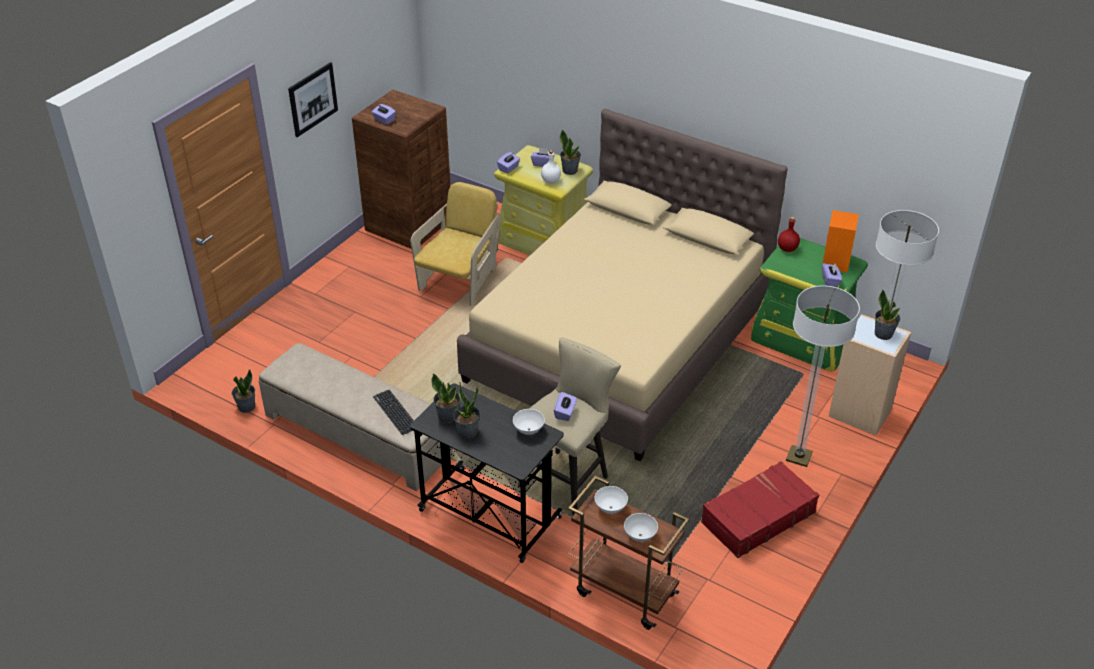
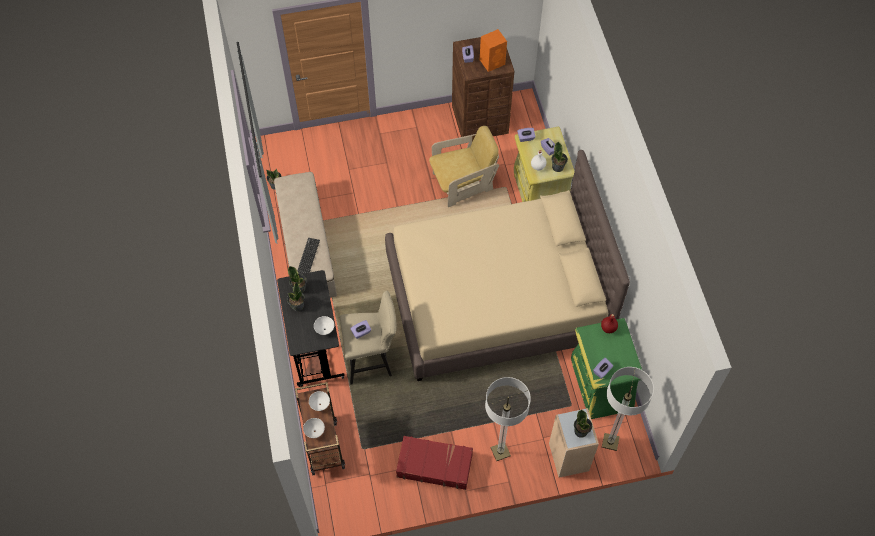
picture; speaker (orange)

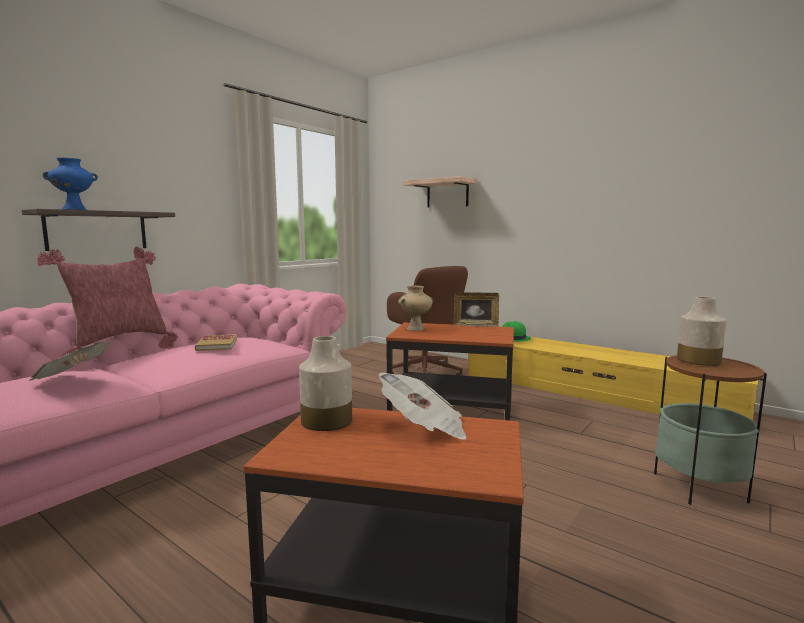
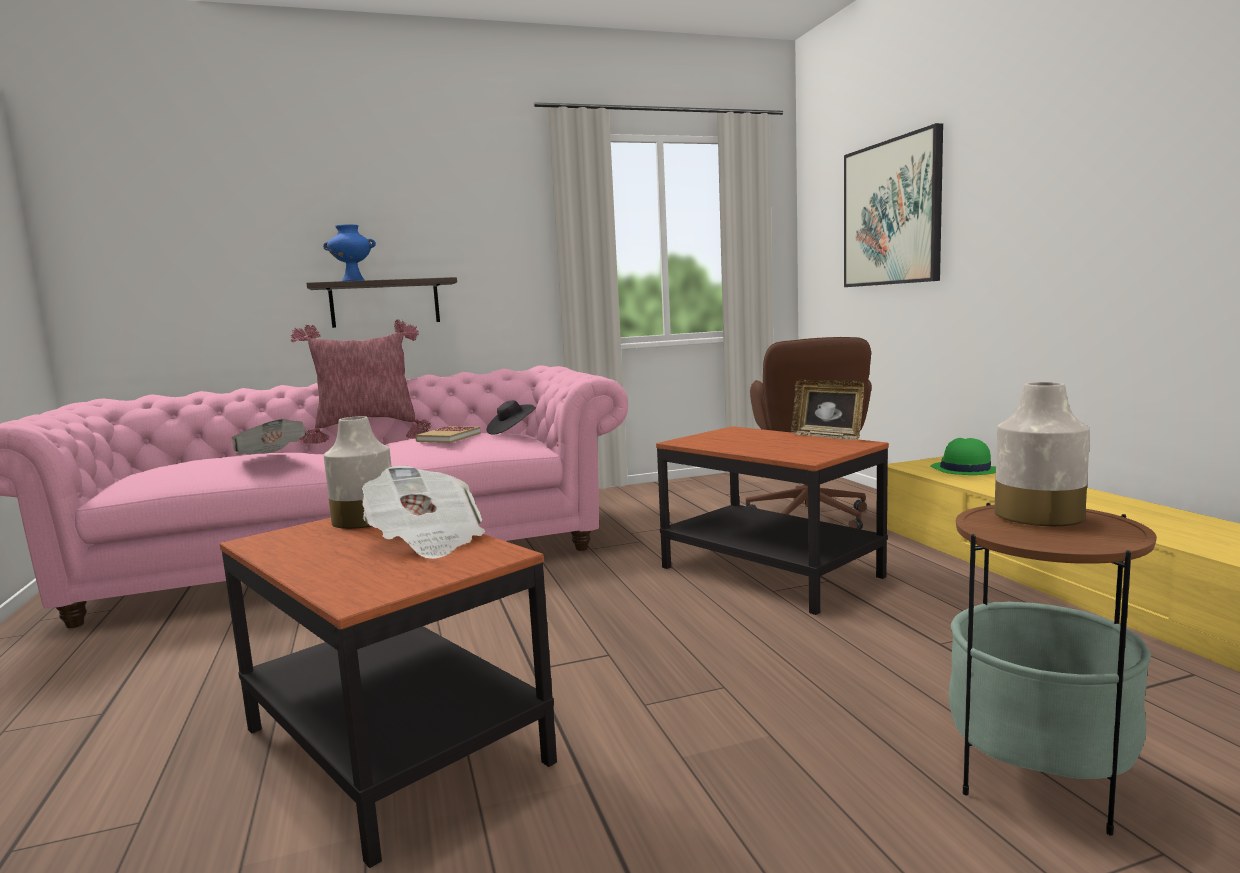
vase (beige) (no. 2 from left in the first image); picture; hat (black)

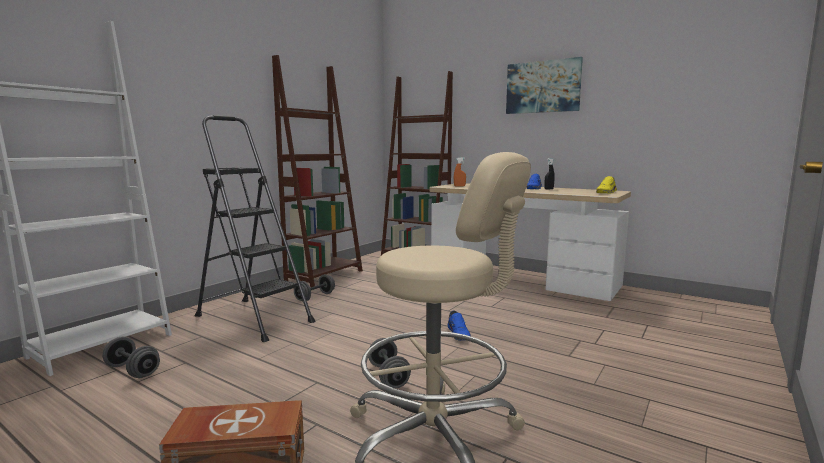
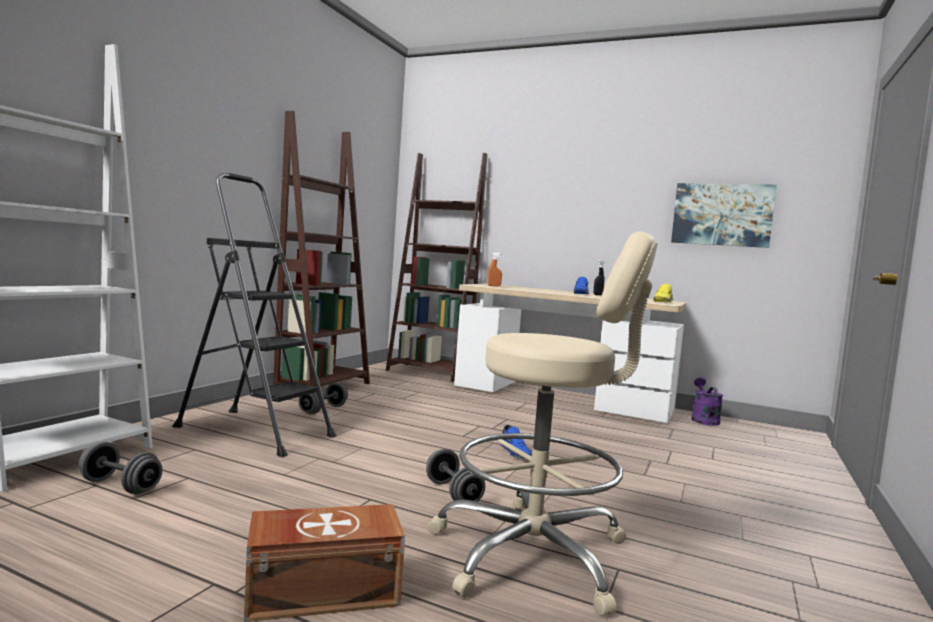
picture; watering can (purple)

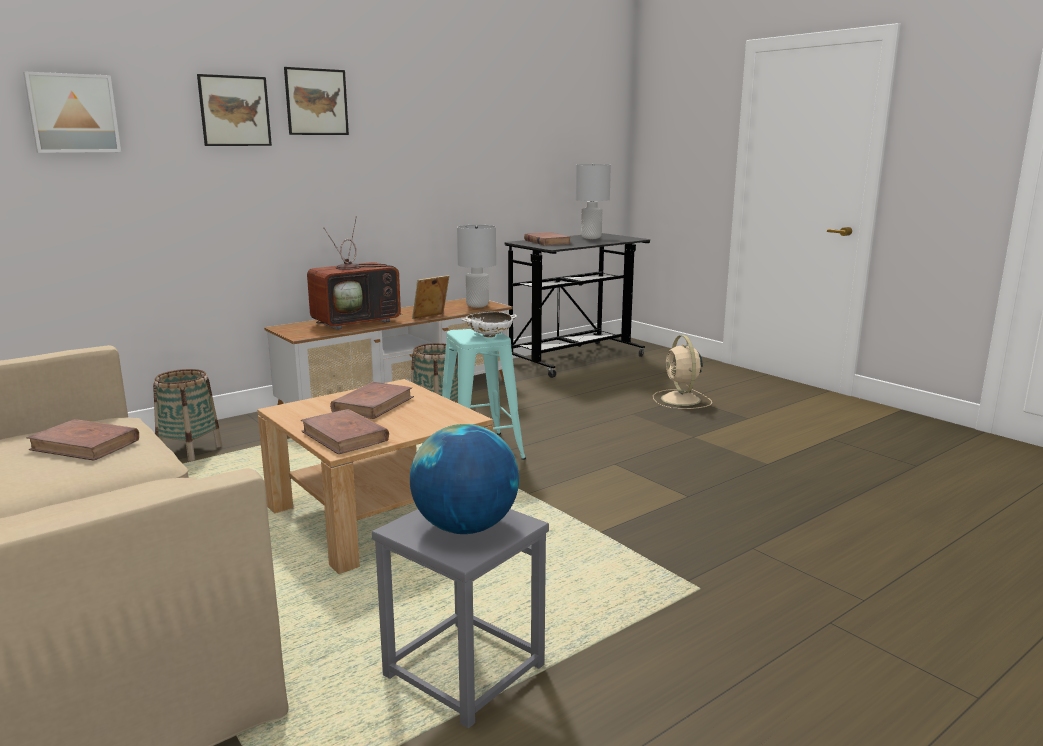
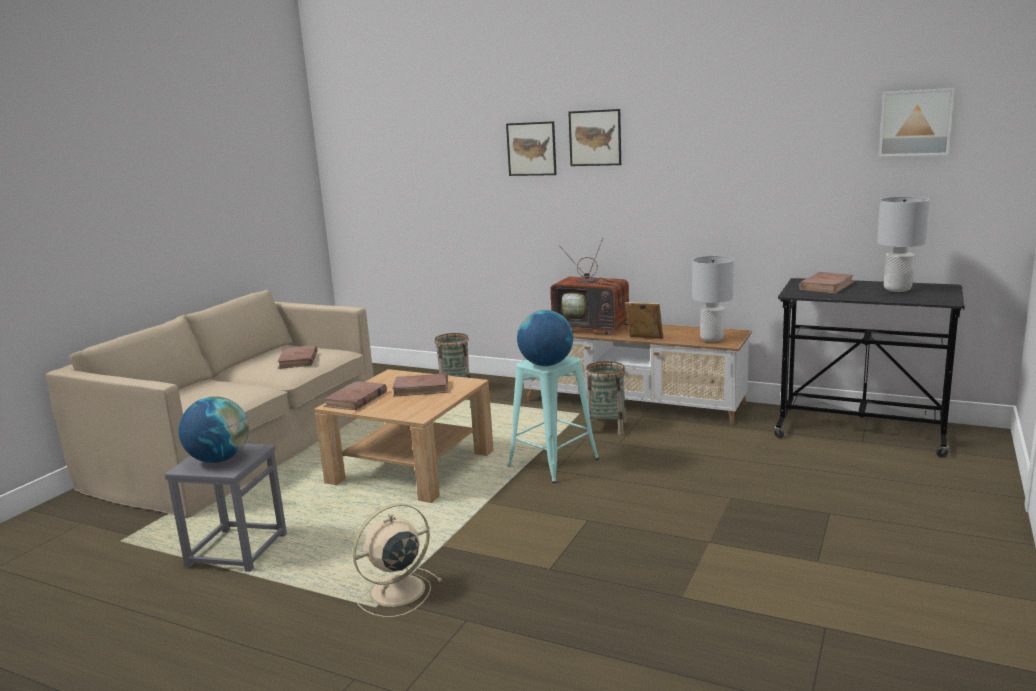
picture (no. 3 from left); globe (no. 2 from left); fan (beige)

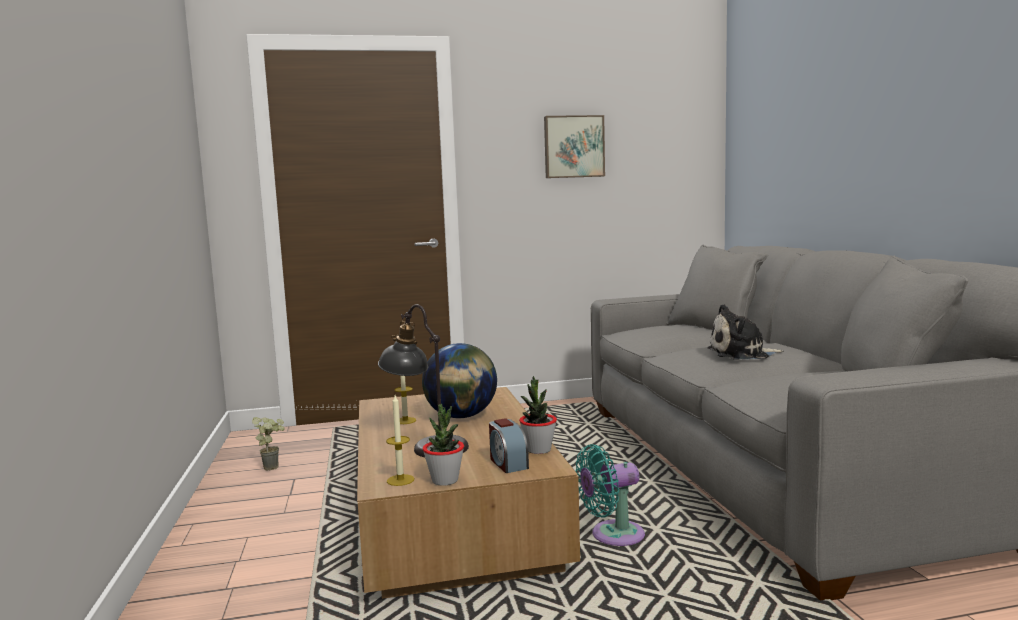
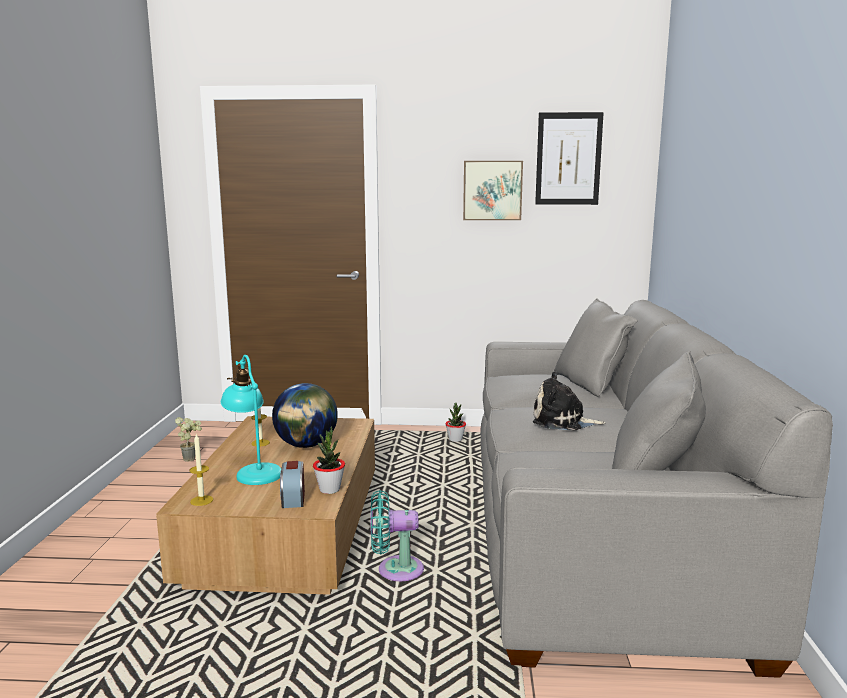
table lamp (turquoise); potted plant (no. 3 from left); picture (no. 2 from left)

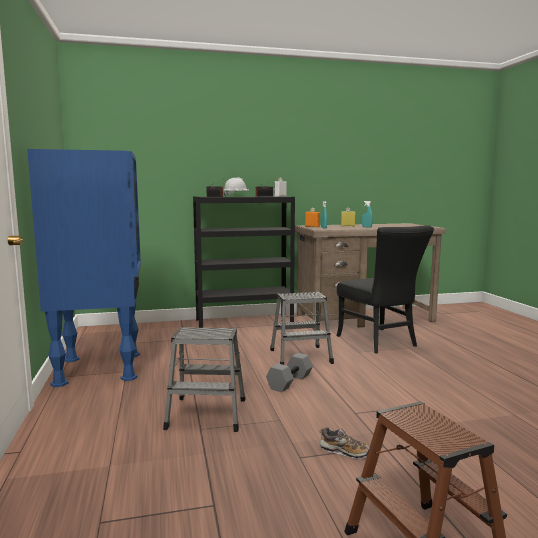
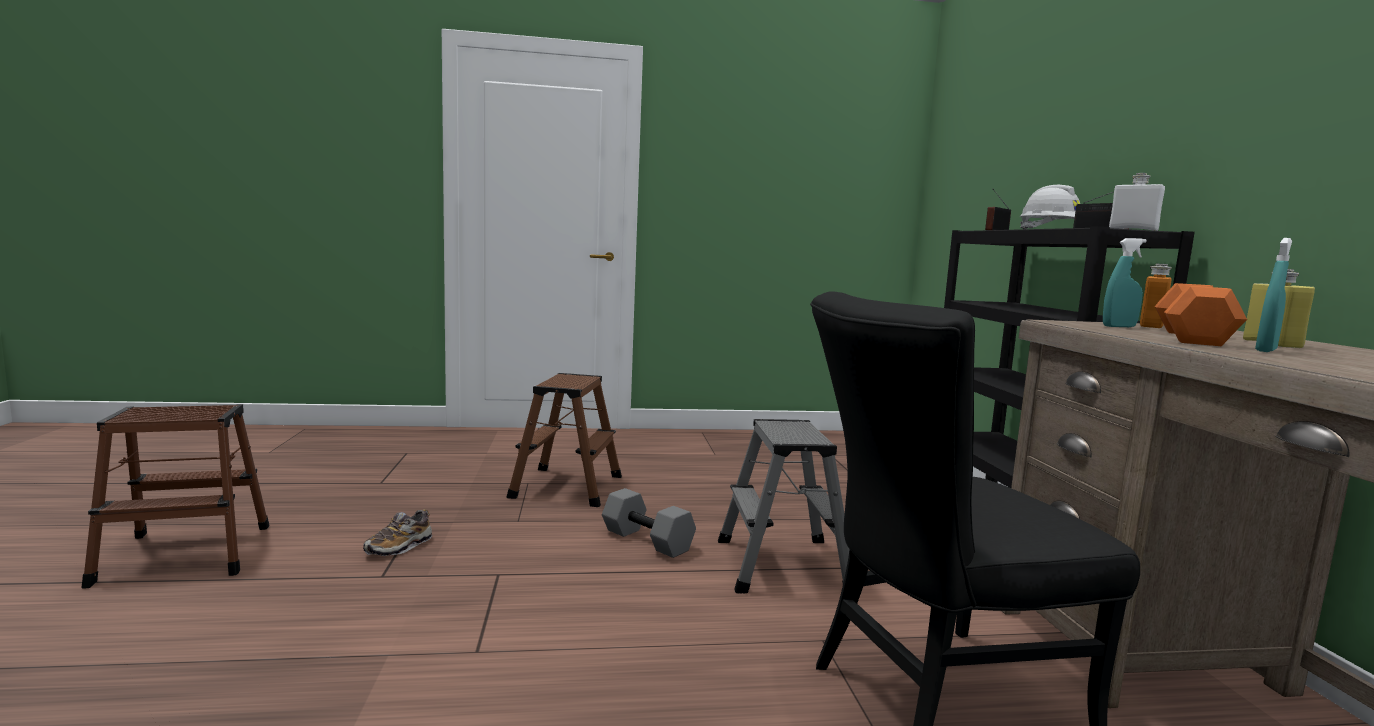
cabinet (blue); step ladder (brown) (no. 2 from left); dumbbell (orange)

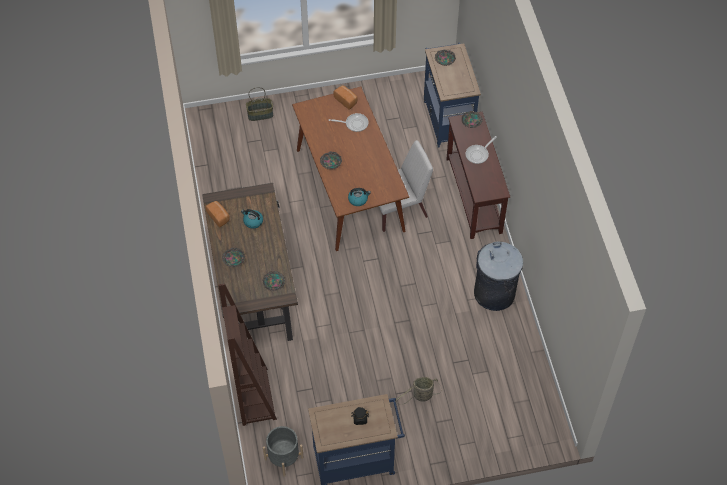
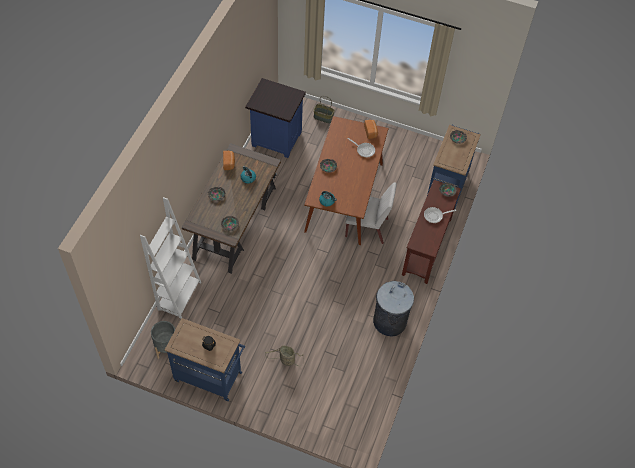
bookcase (white); cabinet (blue)

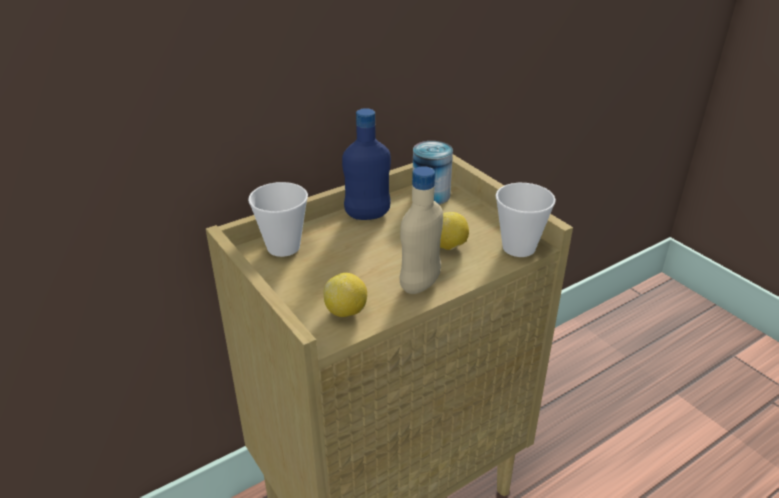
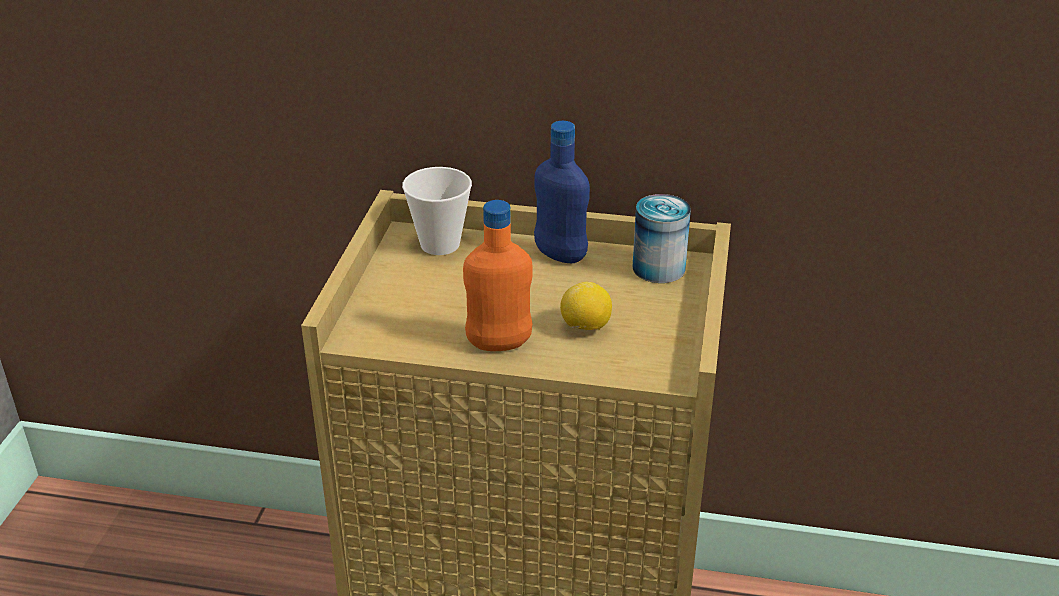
lemon (no. 1 from left in the first image); bottle (orange); cup (no. 2 from left in the first image)

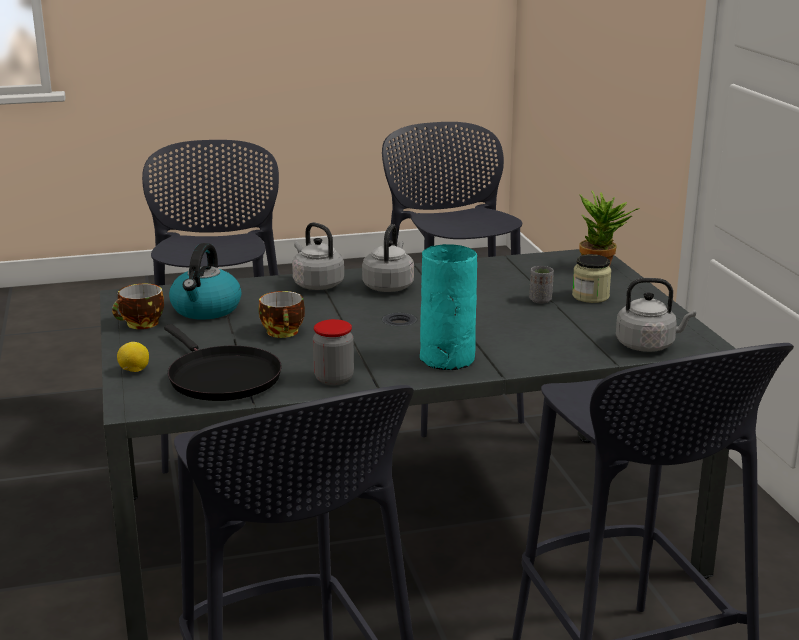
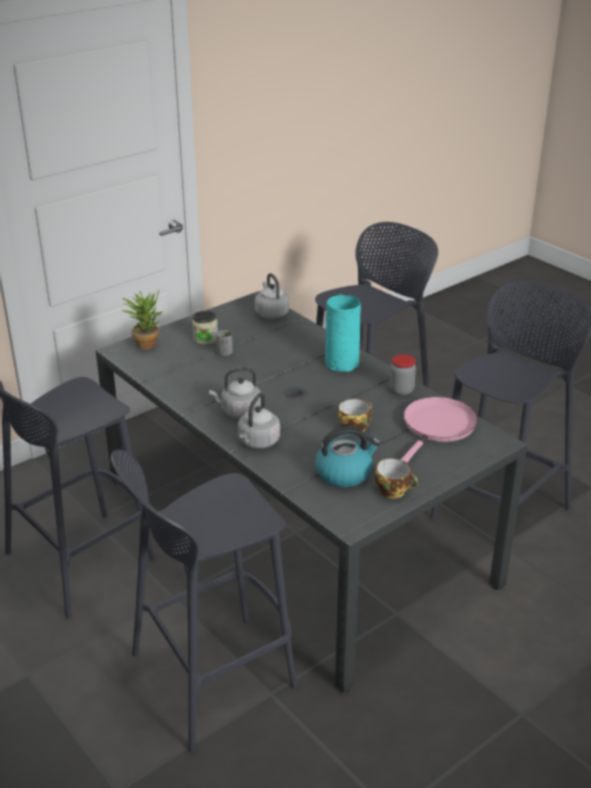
lemon; frying pan (pink)

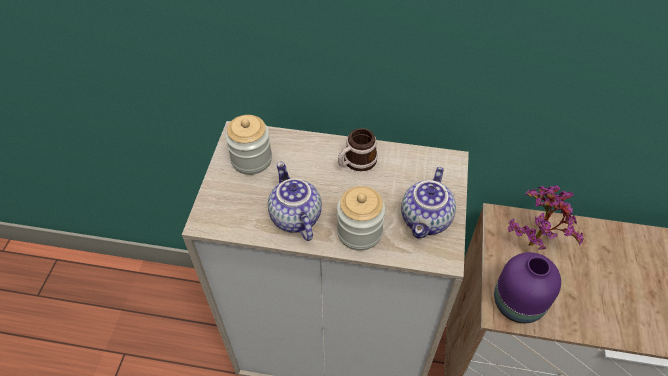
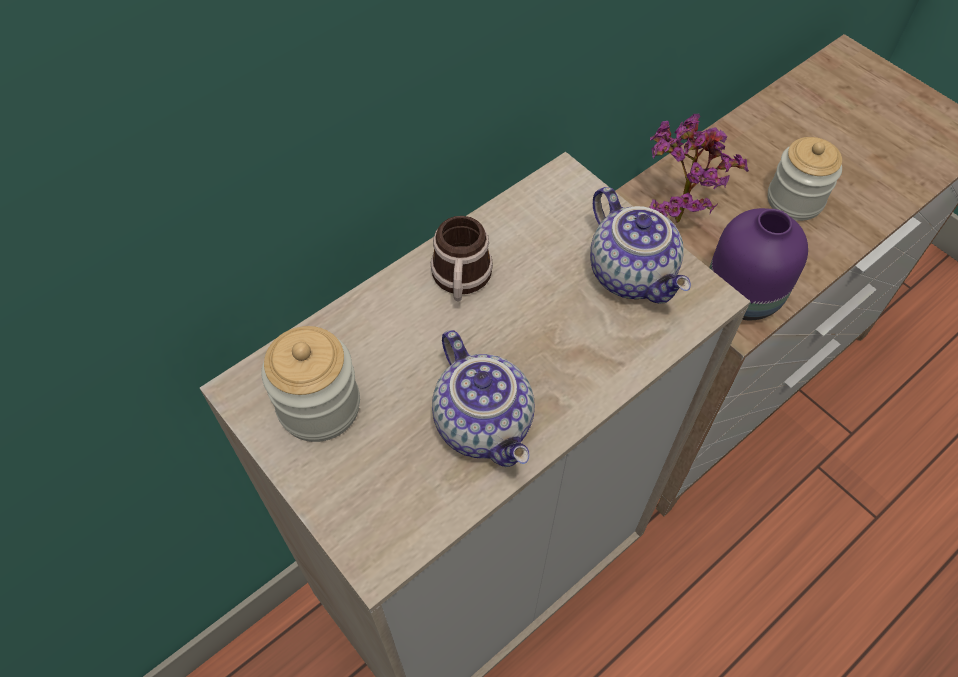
teapot (no. 1 from left); jar (no. 2 from left)

